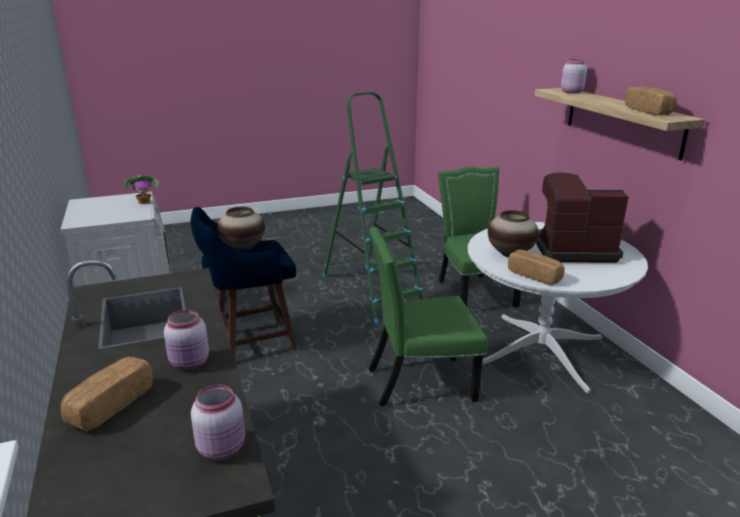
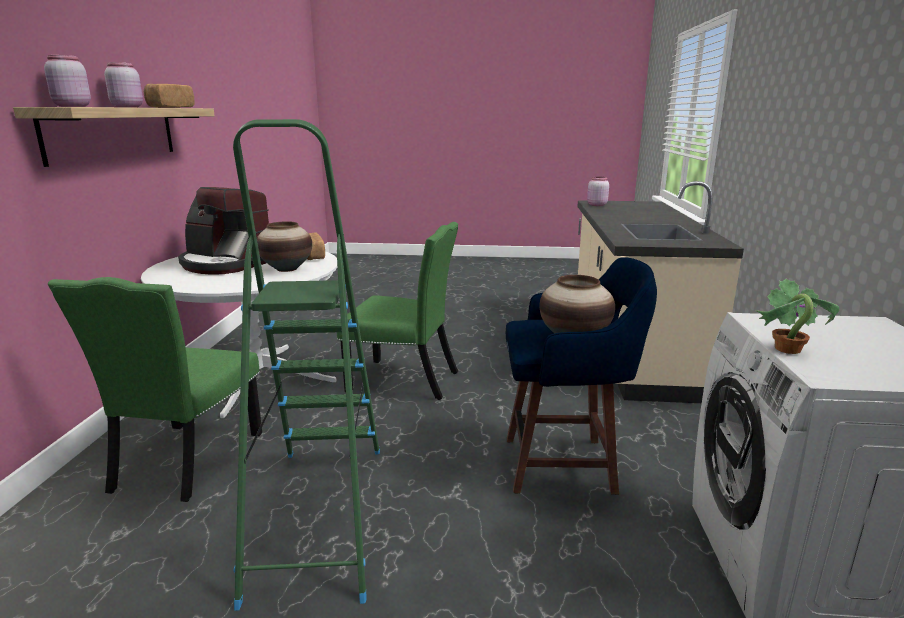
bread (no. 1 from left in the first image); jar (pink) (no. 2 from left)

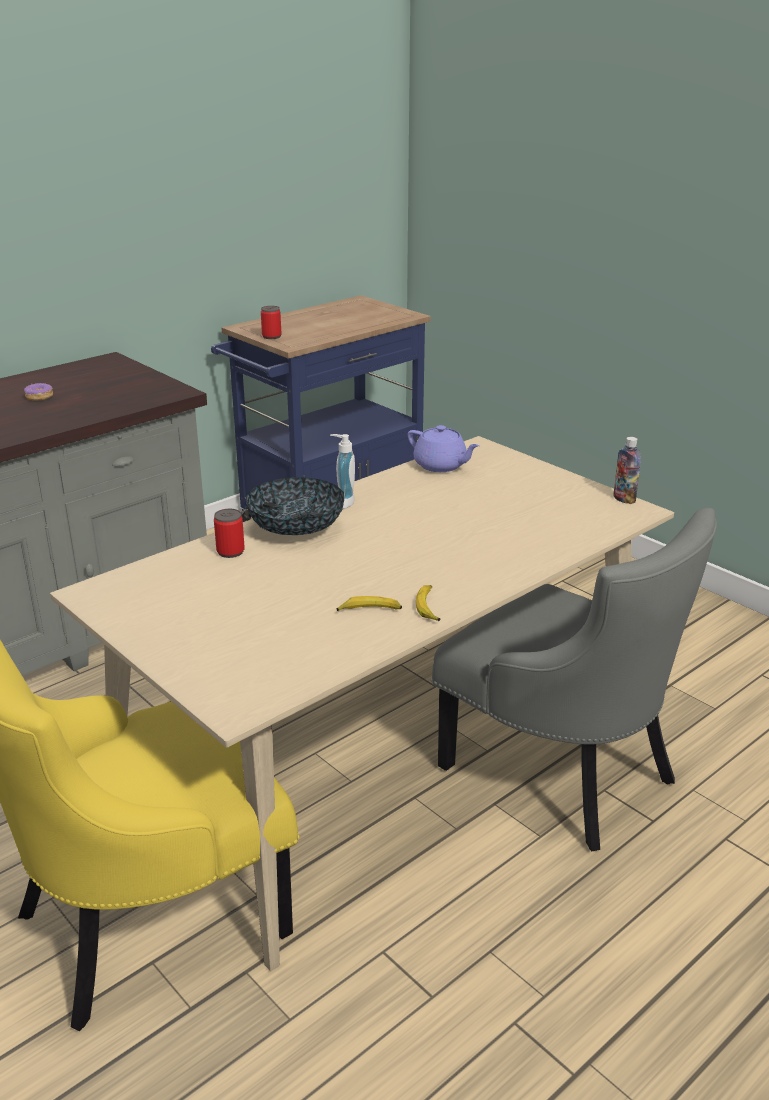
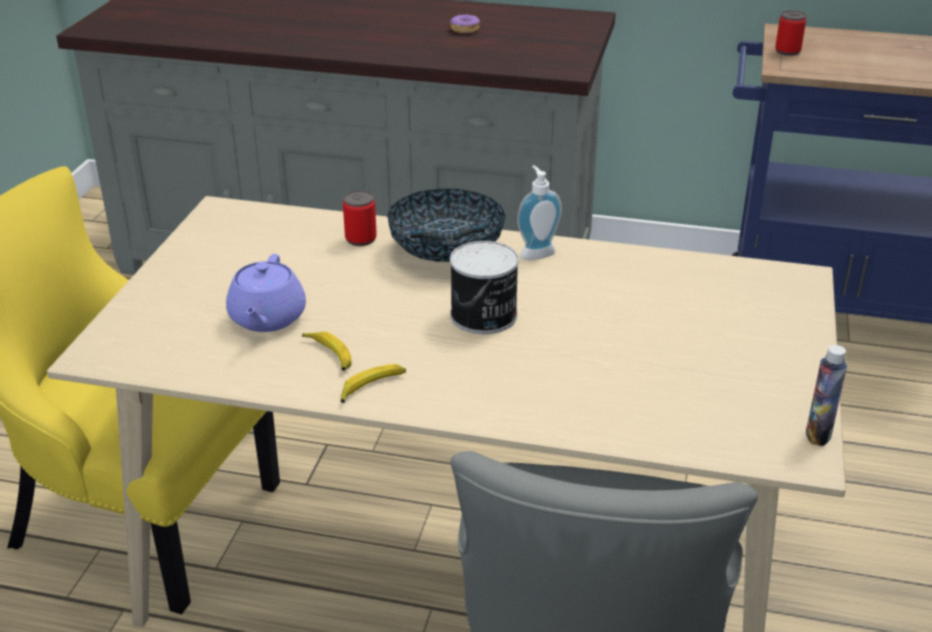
teapot (purple); can (no. 2 from left)

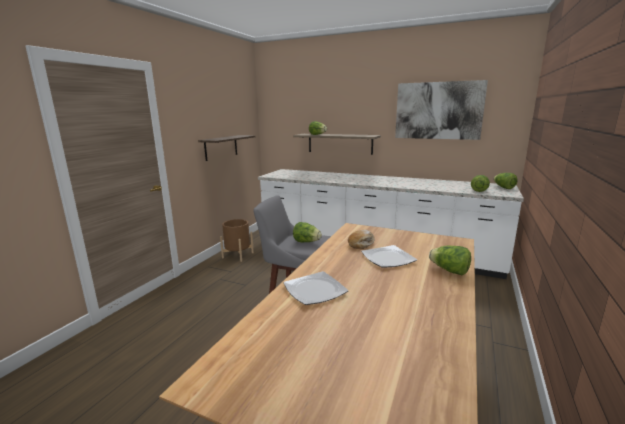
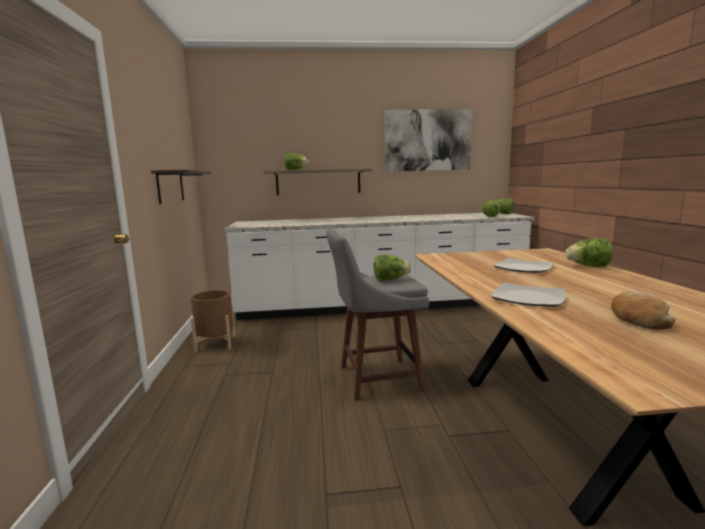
bread

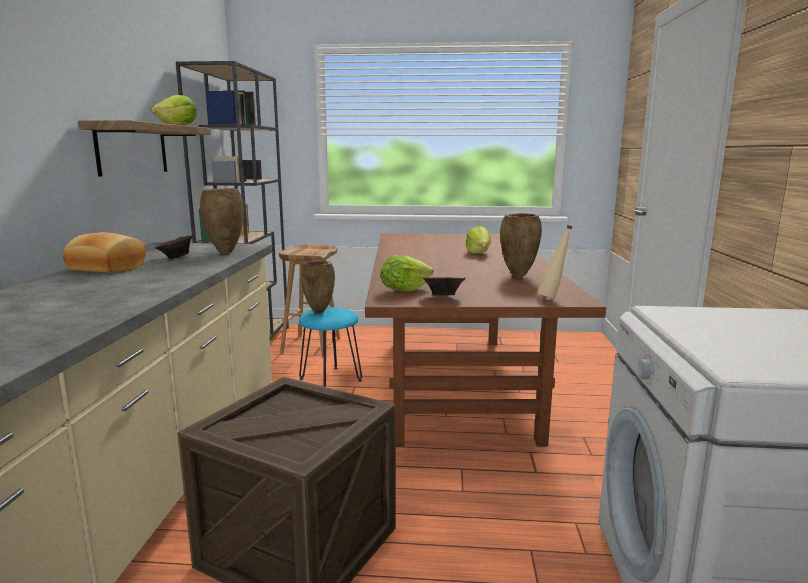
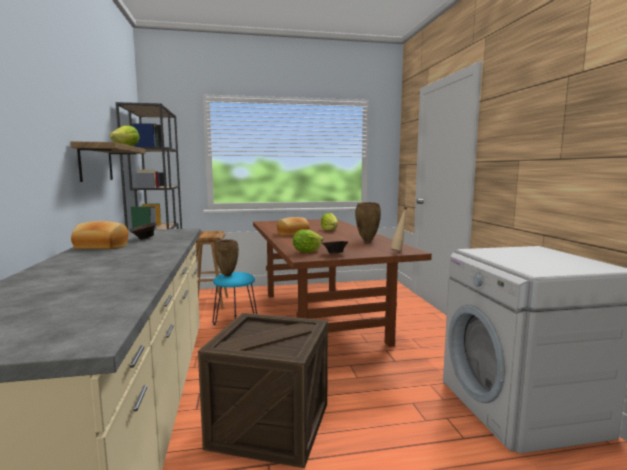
vase (brown) (no. 1 from left in the first image); bread (no. 2 from left)

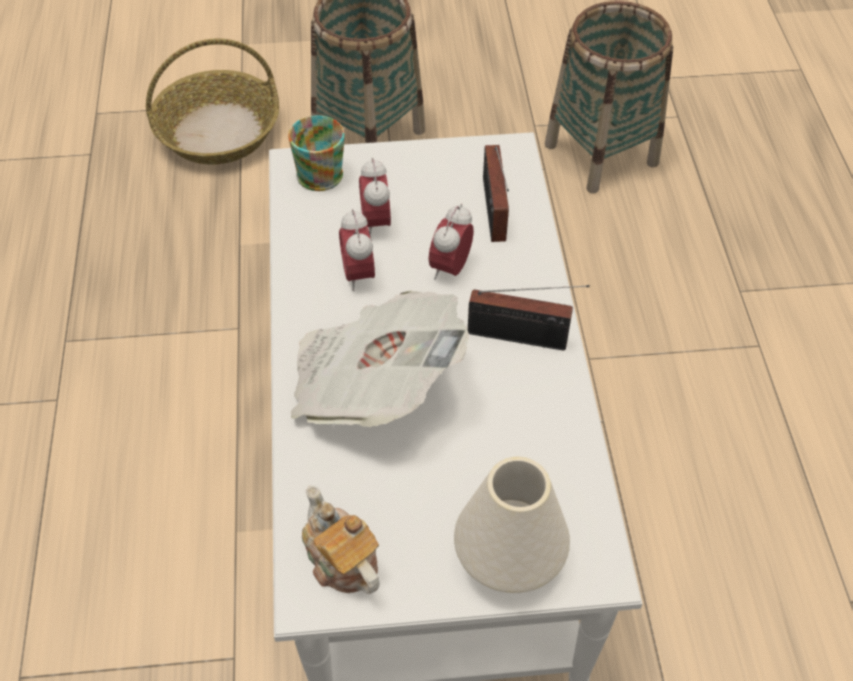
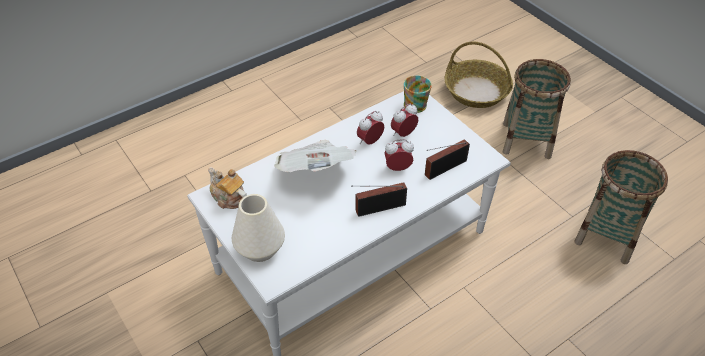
teapot; radio (no. 1 from left)

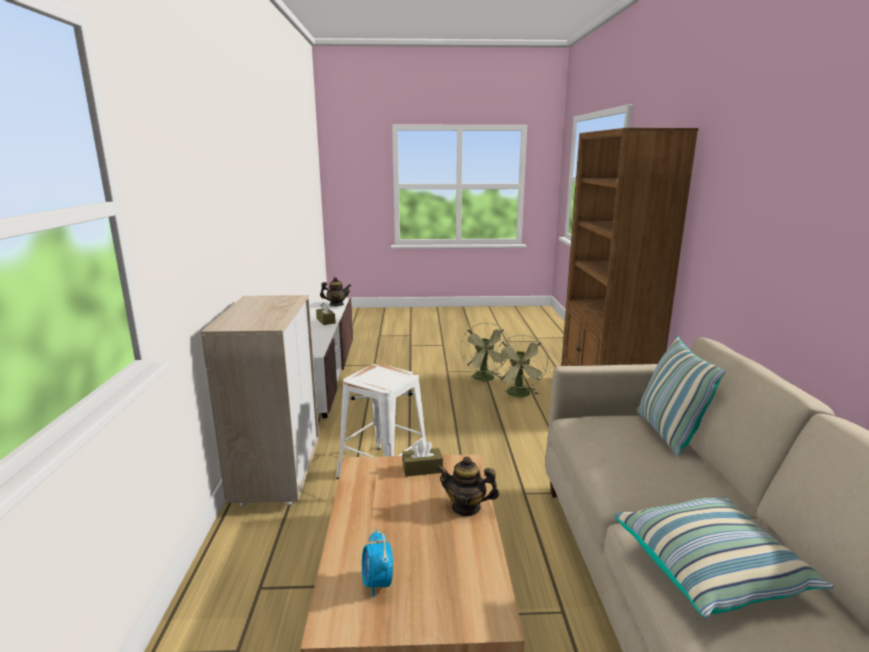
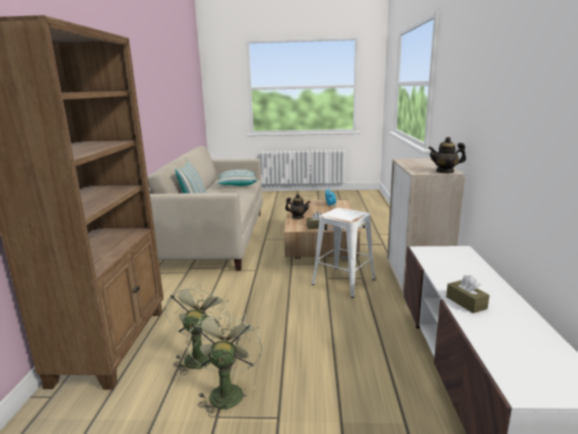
teapot (no. 2 from left)

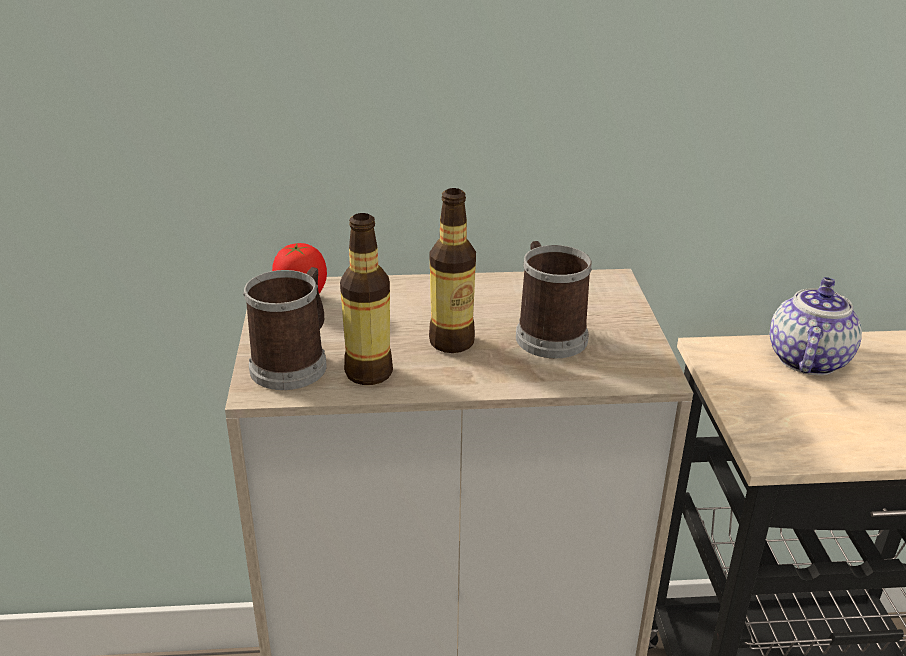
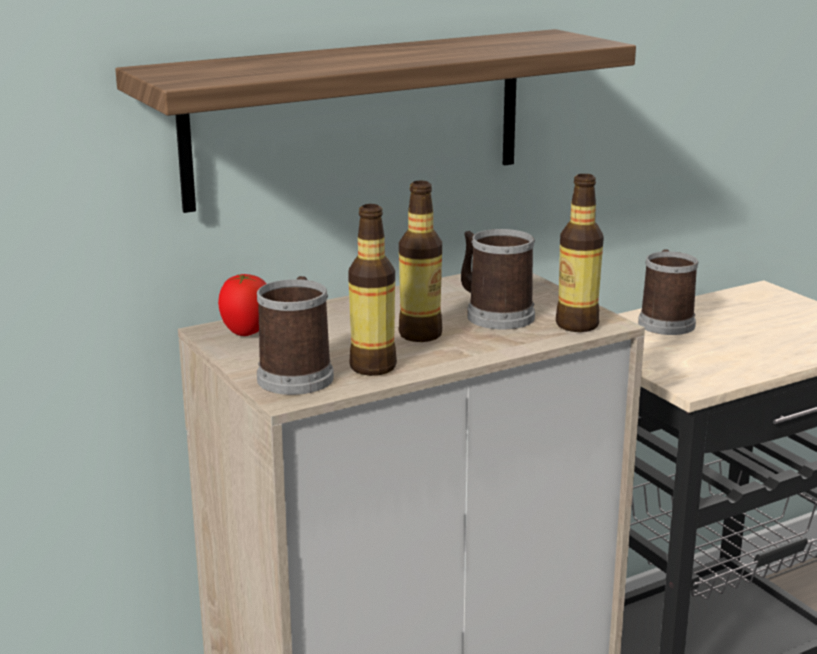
mug (no. 3 from left); shelf; bottle (no. 3 from left)

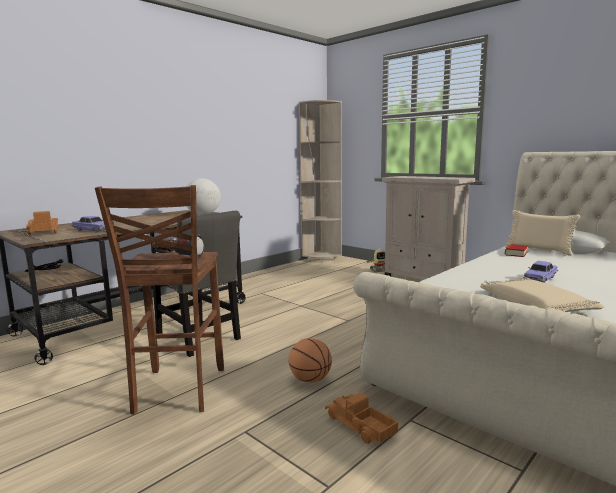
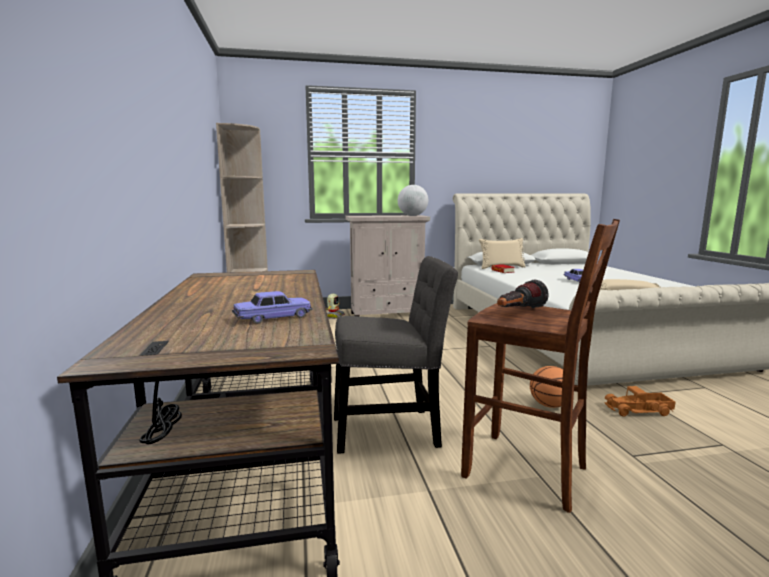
toy truck (no. 1 from left in the first image); globe

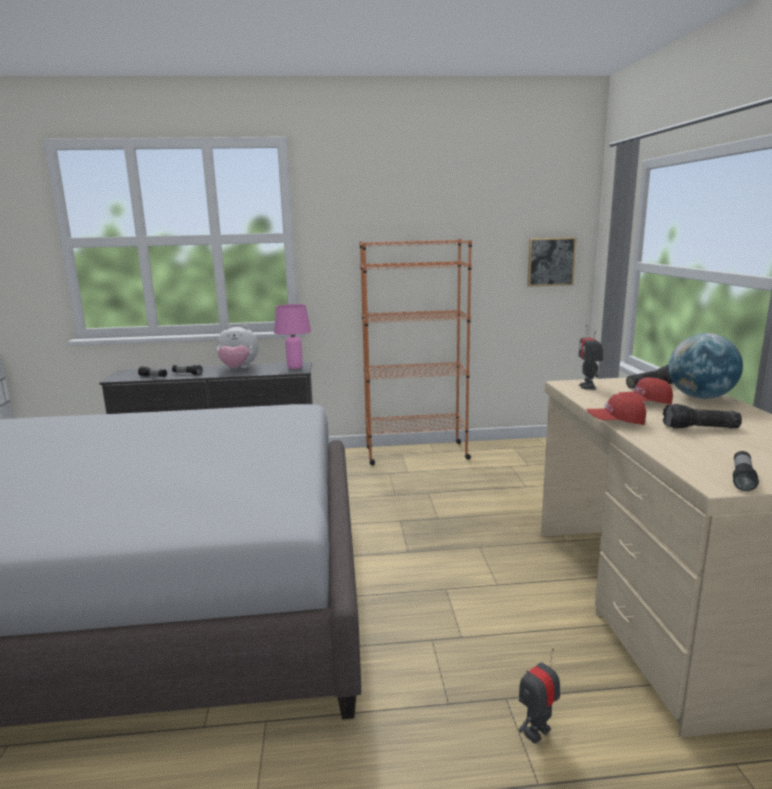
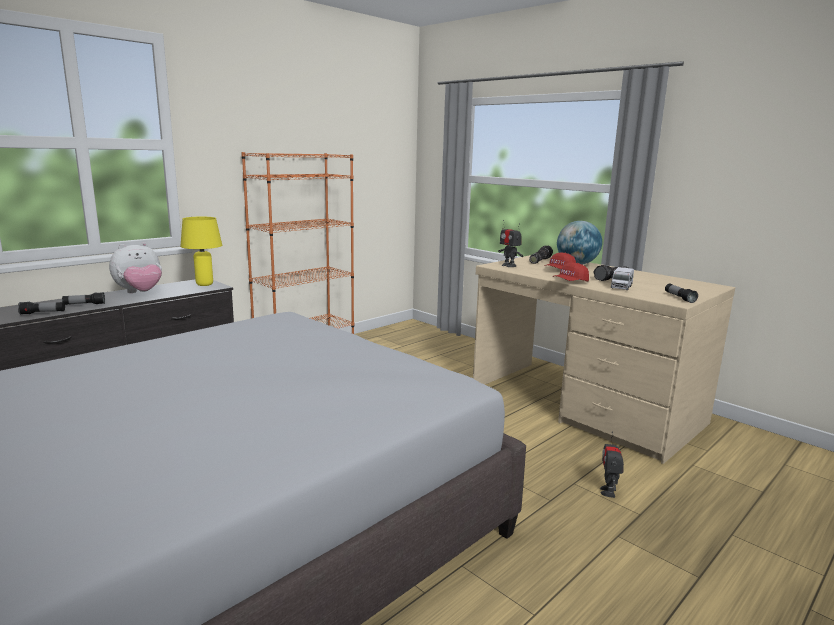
table lamp (yellow); picture; toy truck

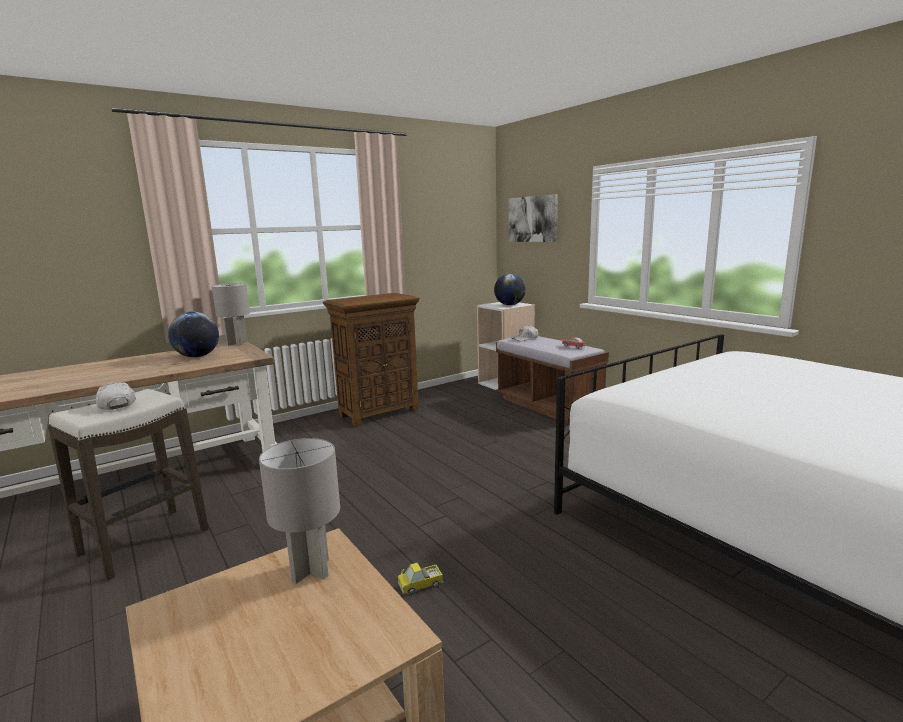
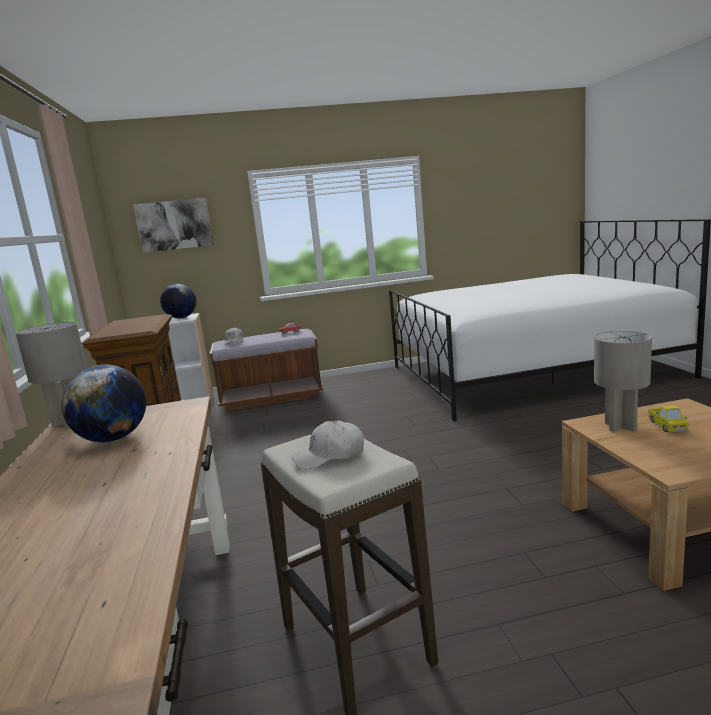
toy truck

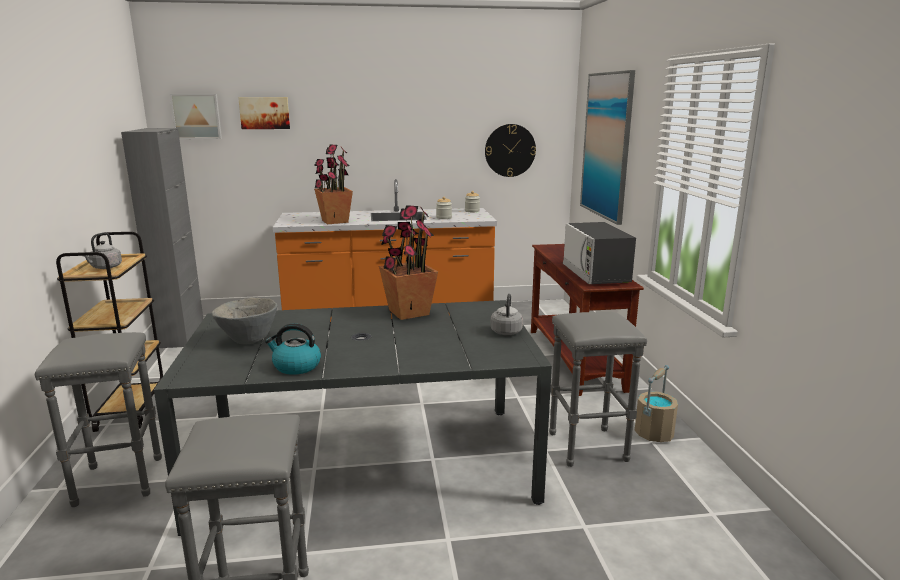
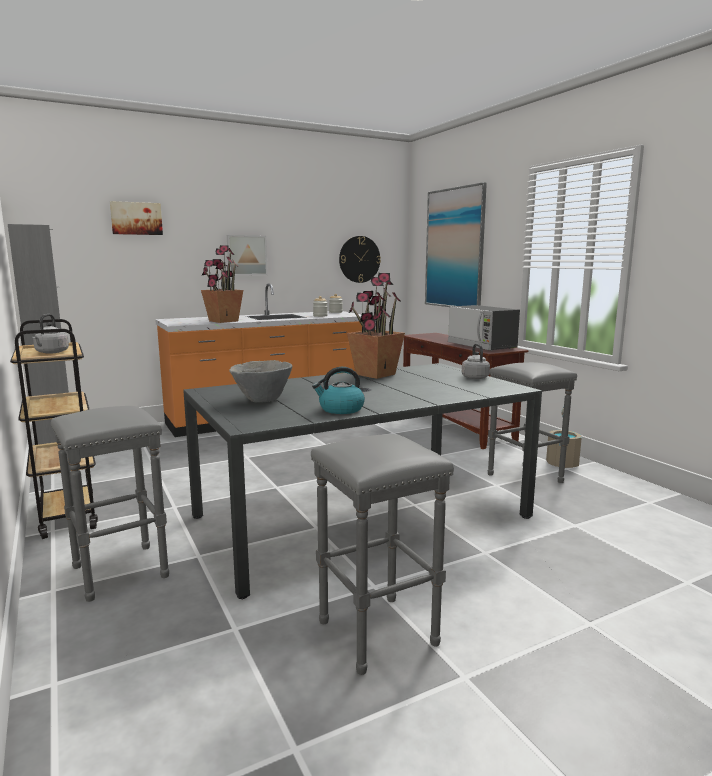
picture (no. 2 from left)

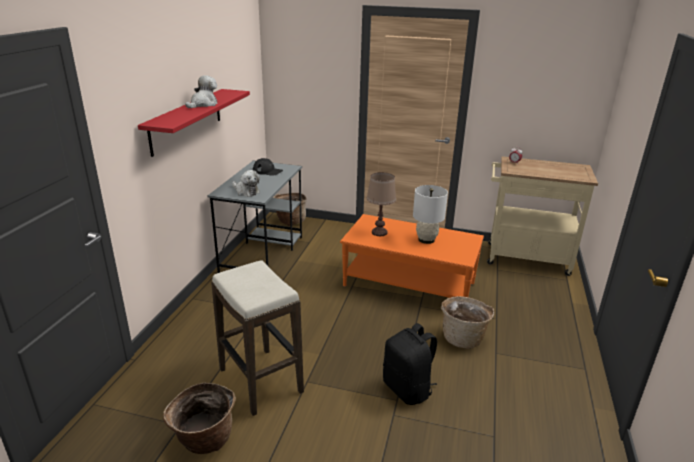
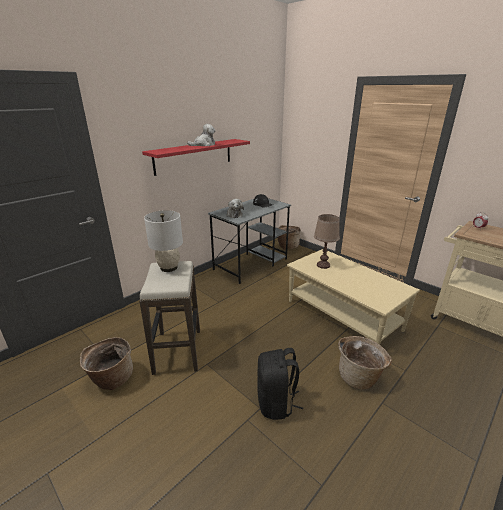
coffee table (beige); table lamp (white)

